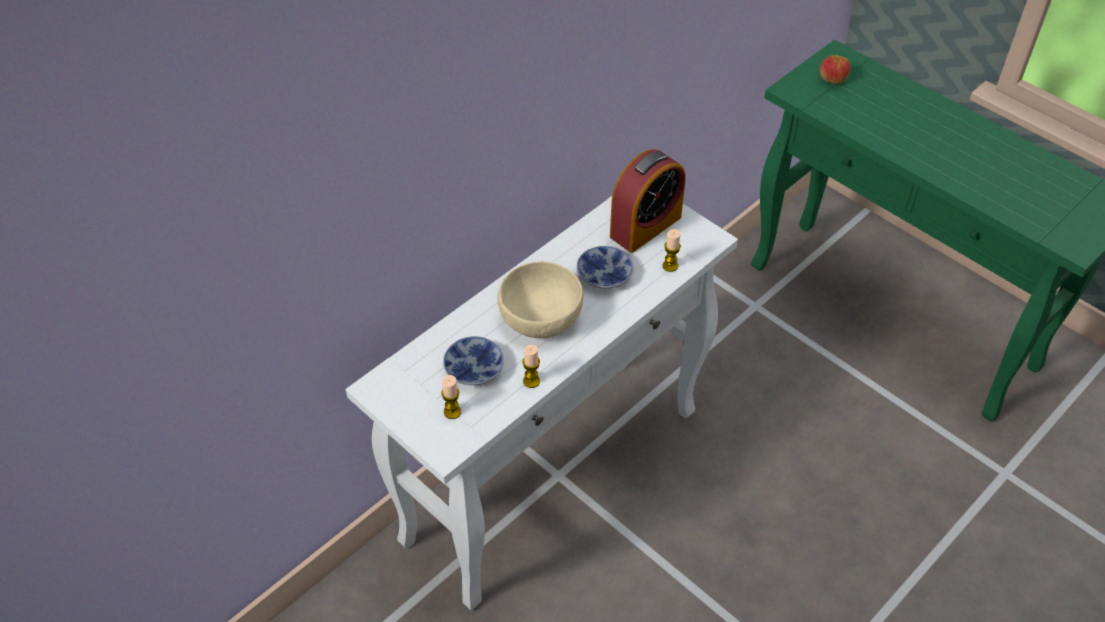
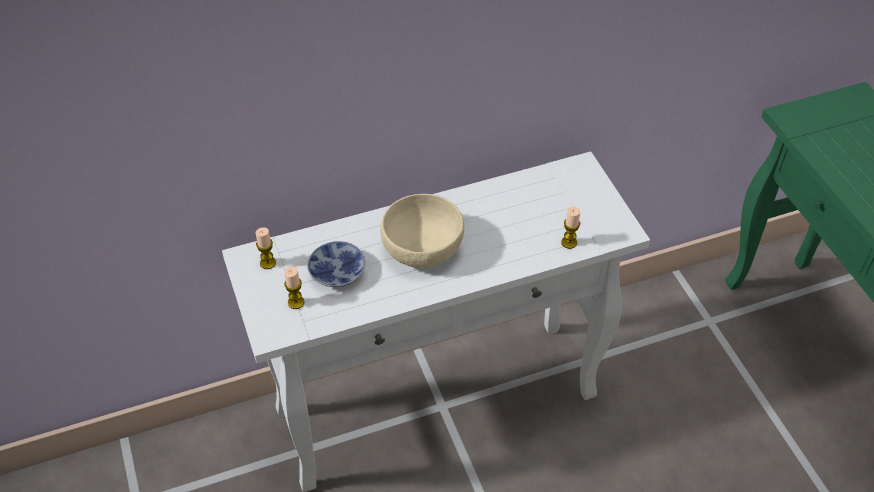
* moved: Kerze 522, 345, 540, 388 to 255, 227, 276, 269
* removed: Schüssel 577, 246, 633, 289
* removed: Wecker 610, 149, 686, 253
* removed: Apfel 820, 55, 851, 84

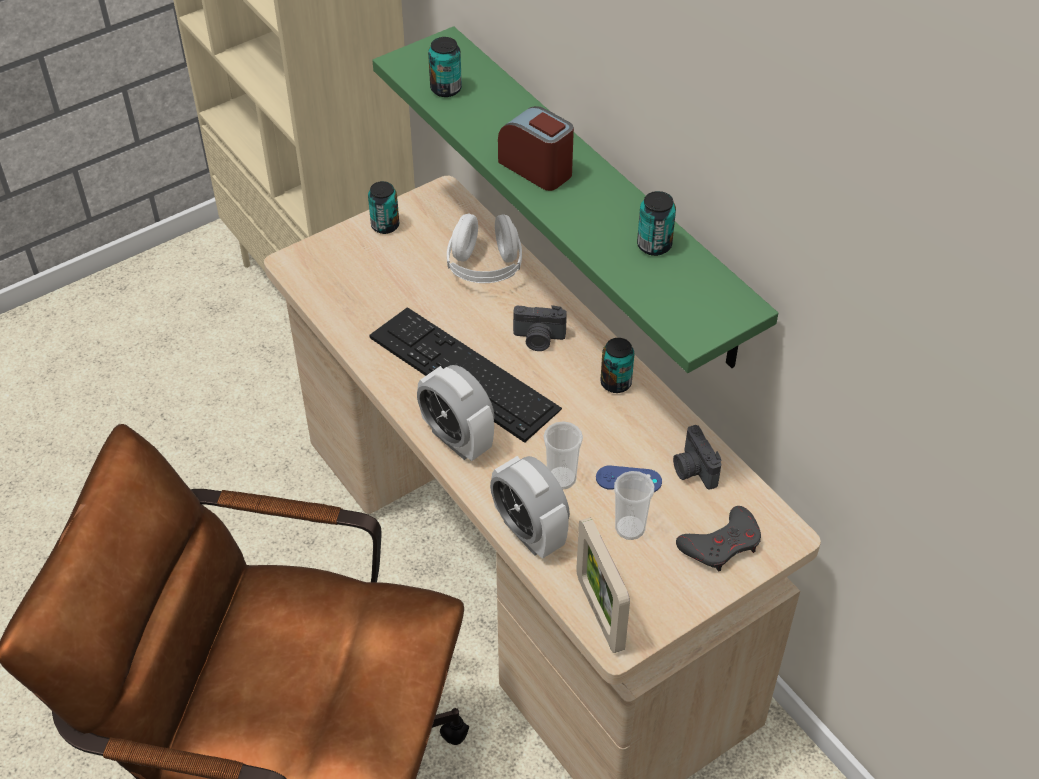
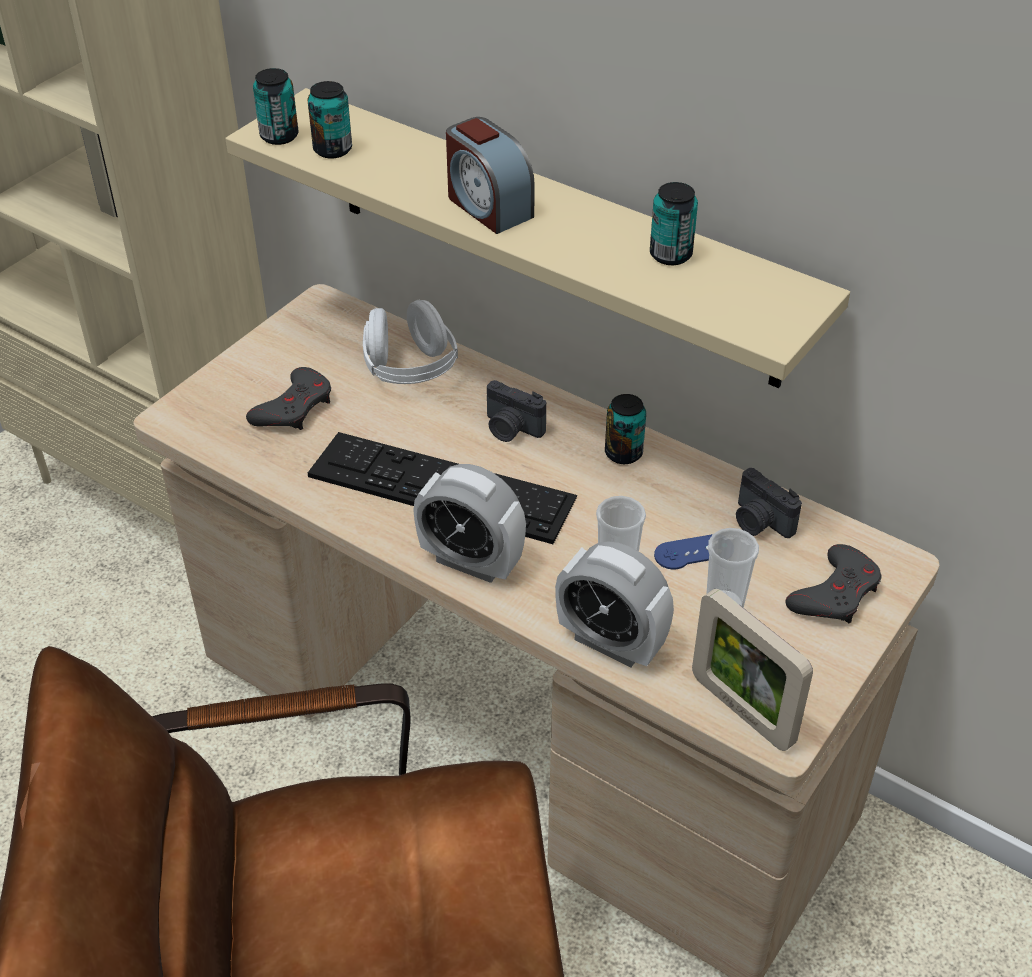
* recoloured: Wandregal (grün) 372, 26, 778, 373 to Wandregal (beige) 225, 88, 850, 388
* added: Gamepad (grau) 246, 367, 331, 430
* moved: Dose 368, 181, 399, 234 to 253, 68, 298, 145
* turned: Wecker 498, 106, 574, 191 = 446, 117, 535, 234 150 degrees counterclockwise
* turned: Kamera 513, 305, 567, 351 = 487, 380, 546, 442 45 degrees clockwise

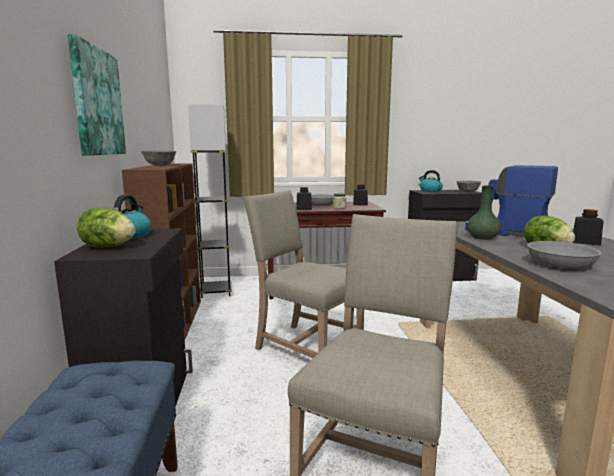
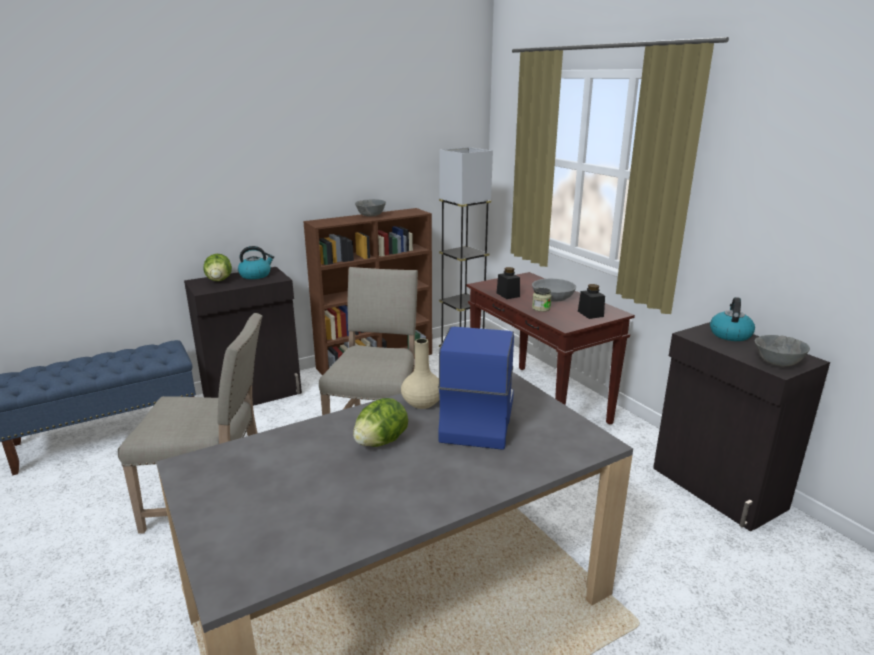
* recoloured: Vase (grün) 467, 186, 502, 240 to Vase (beige) 401, 338, 440, 409
* removed: Bild 68, 34, 126, 156
* removed: Schüssel (grau) 527, 241, 602, 271
* removed: Vorratsglas (schwarz) 573, 209, 604, 246

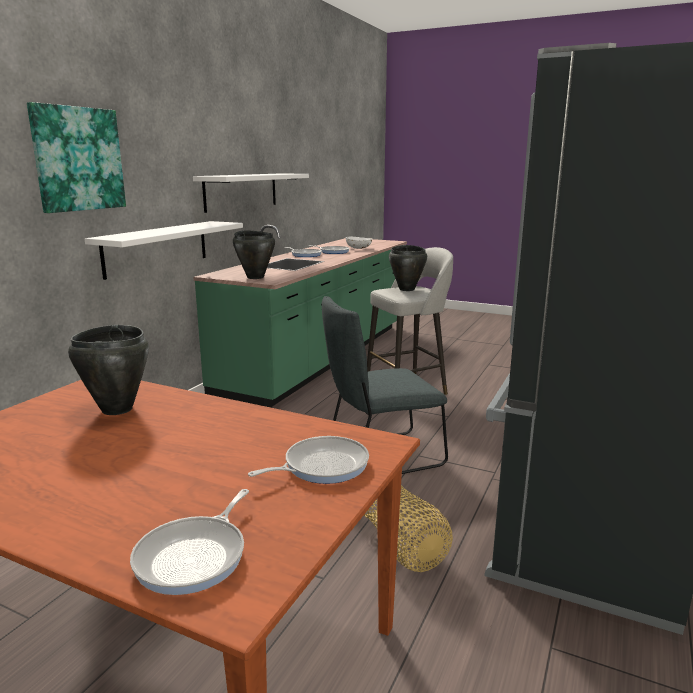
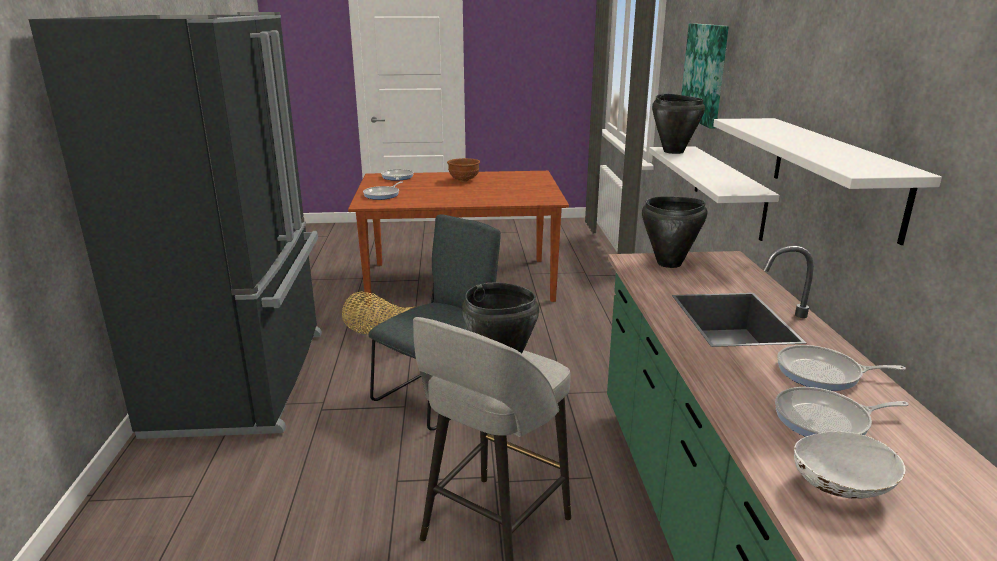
* added: Schüssel (braun) 447, 158, 480, 182
* moved: Kochtopf (schwarz) 68, 325, 149, 415 to 652, 94, 705, 154

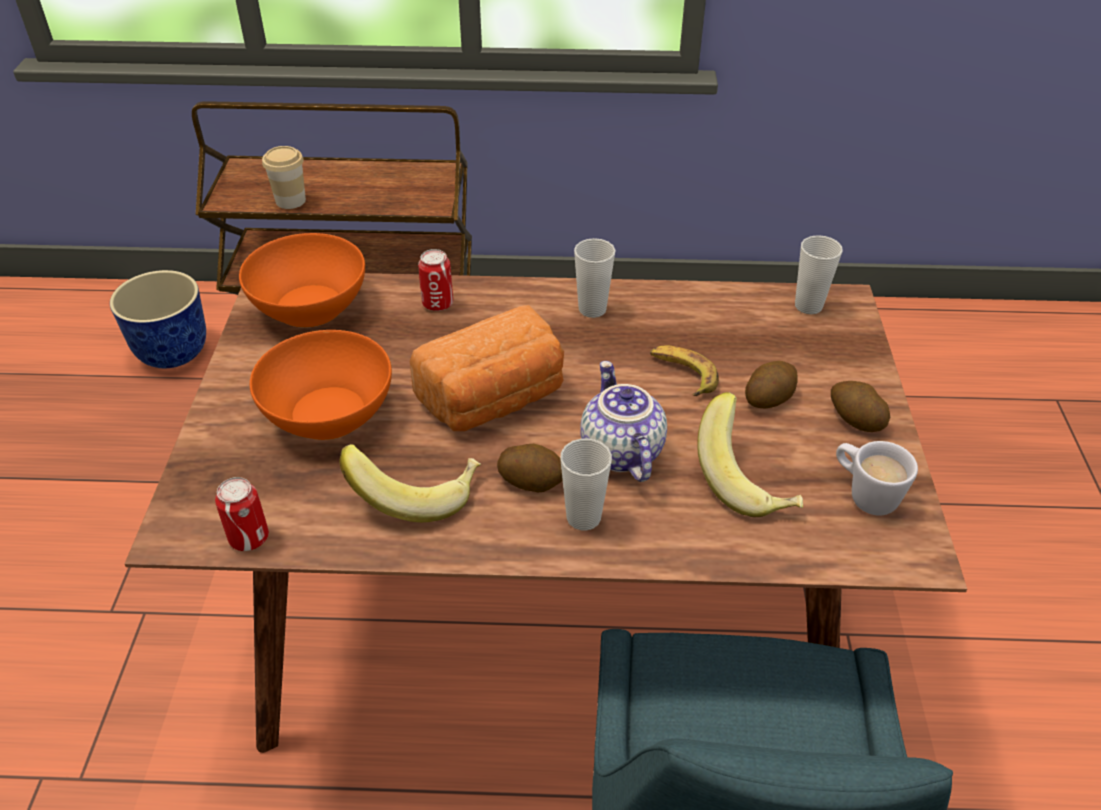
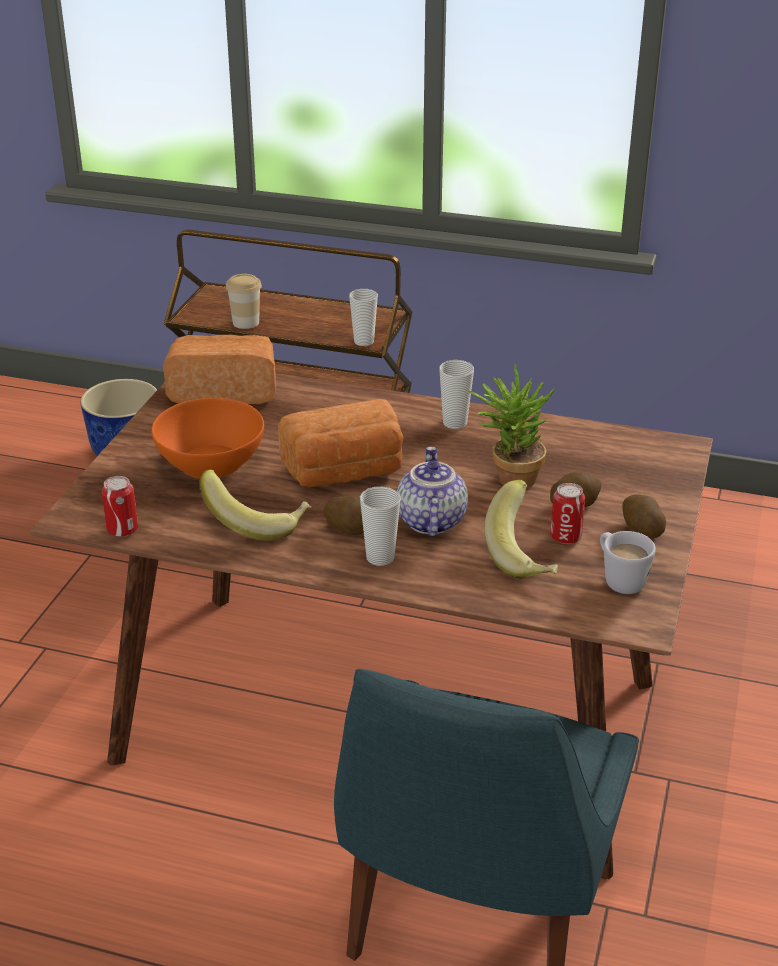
* replaced: Schüssel (orange) 239, 233, 365, 328 to Brot 163, 335, 276, 404
* moved: Tasse 795, 235, 843, 314 to 349, 289, 378, 346
* replaced: Banane 650, 346, 719, 396 to Topfpflanze 468, 364, 555, 488
* moved: Dose 418, 249, 453, 311 to 550, 483, 585, 544

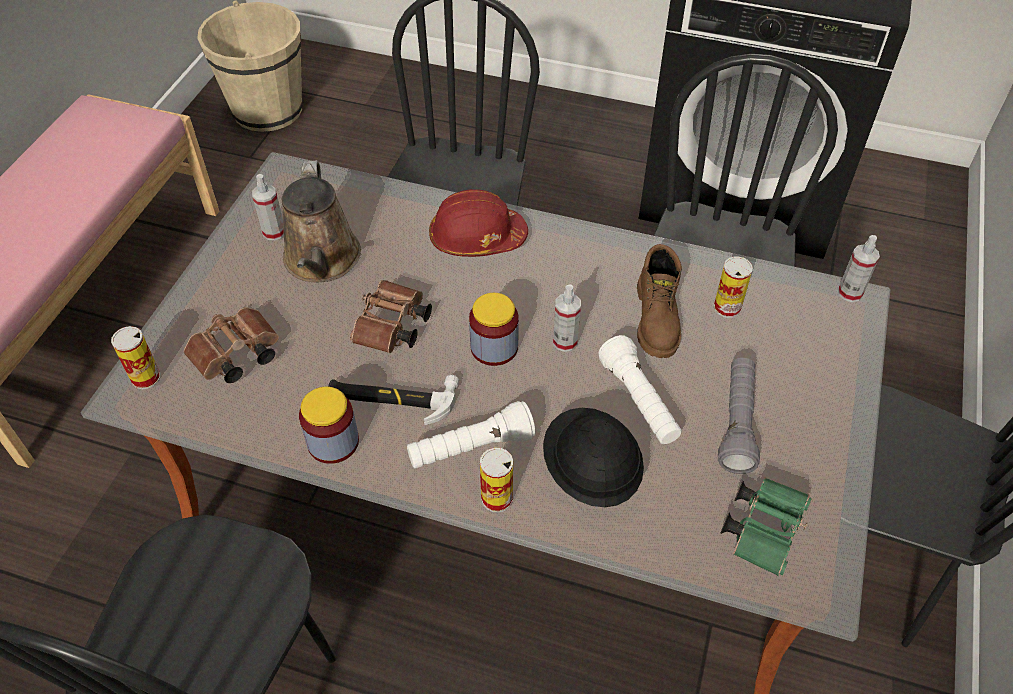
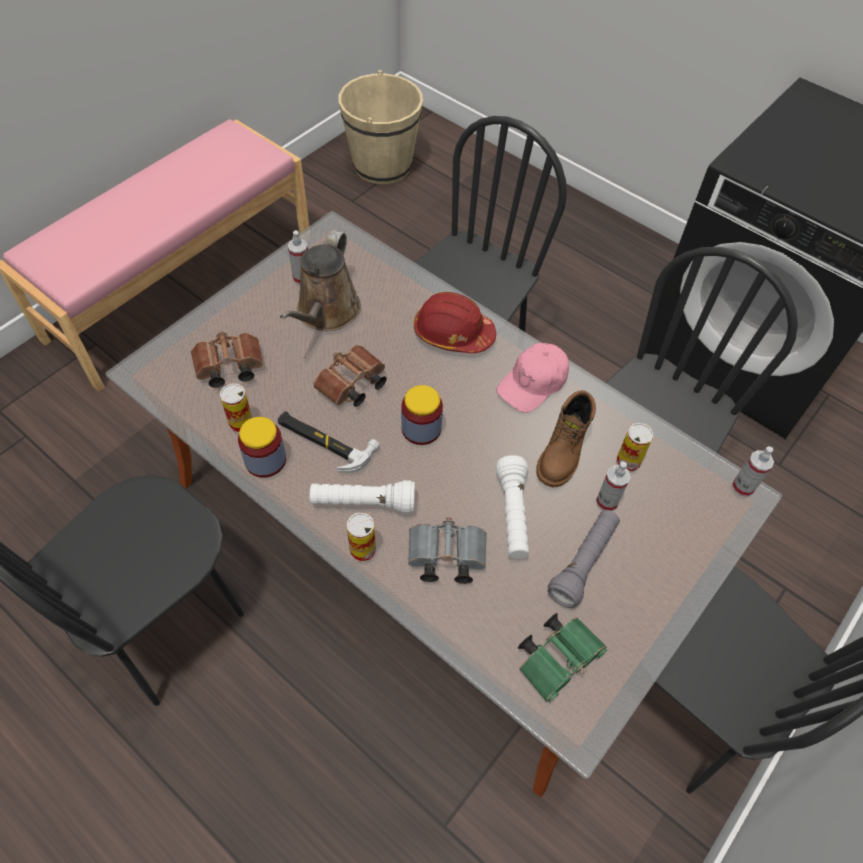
* moved: Dose 111, 326, 161, 389 to 220, 383, 252, 433
* replaced: Schutzhelm (schwarz) 543, 408, 644, 507 to Fernglas (grau) 408, 517, 487, 584
* added: Kappe (rosa) 497, 343, 569, 413
* moved: Sprühflasche 553, 284, 581, 352 to 596, 462, 631, 511

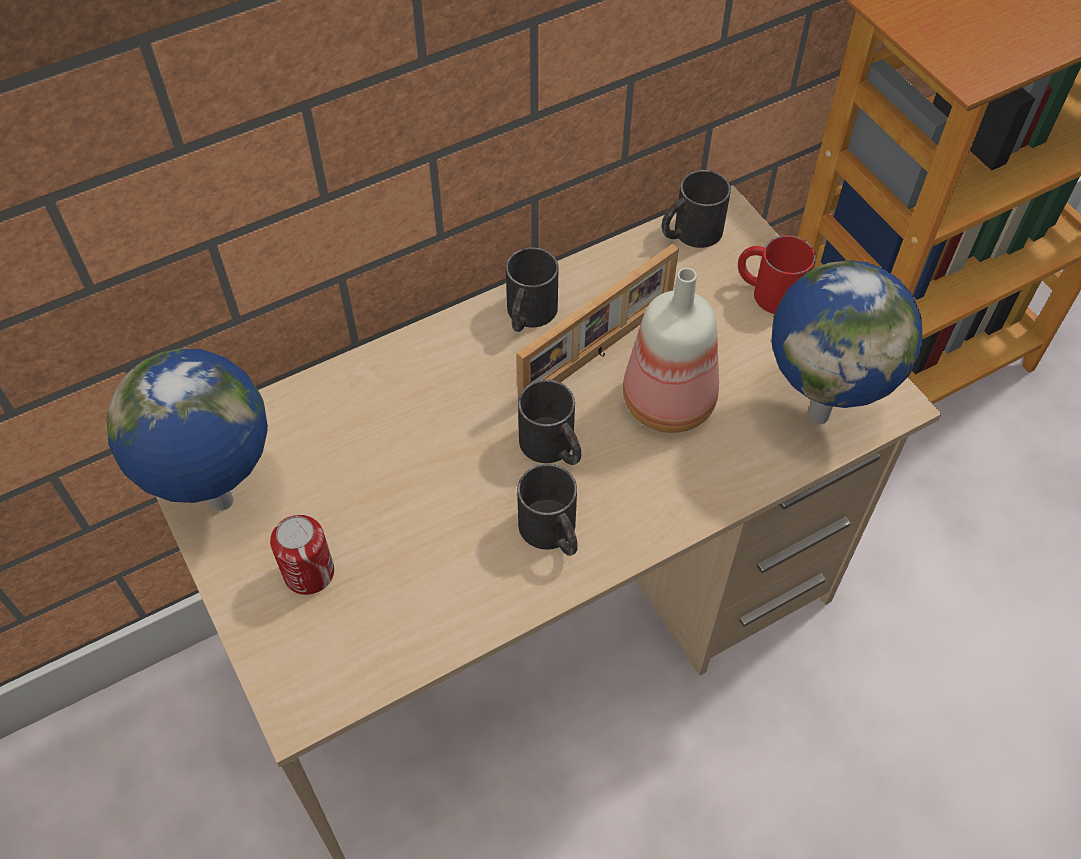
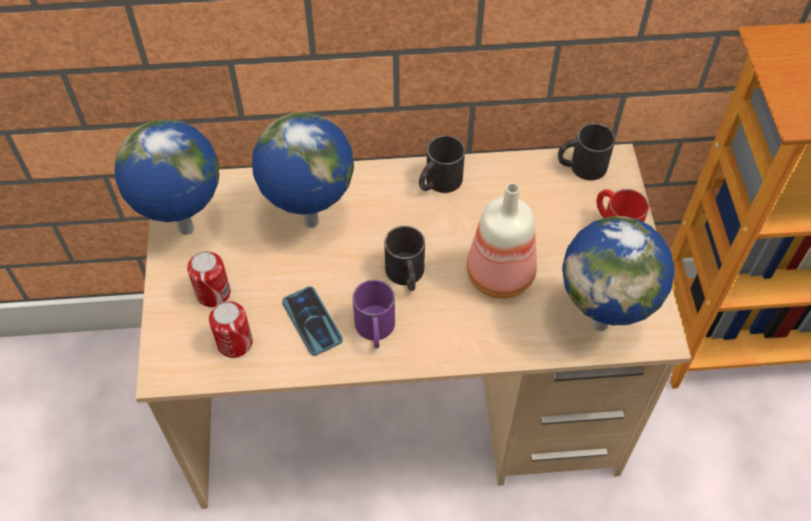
* added: Dose 209, 301, 253, 358
* added: Globus 252, 112, 354, 228
* added: Handy 282, 286, 343, 356
* recoloured: Henkelbecher (schwarz) 517, 464, 578, 556 to Henkelbecher (lila) 353, 280, 395, 348
* removed: Bilderrahmen 517, 244, 679, 399

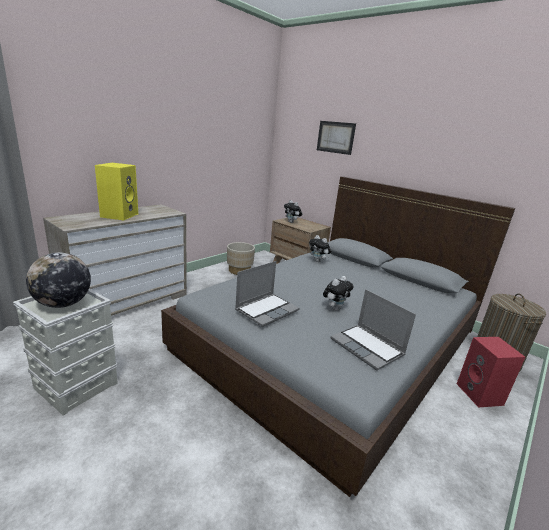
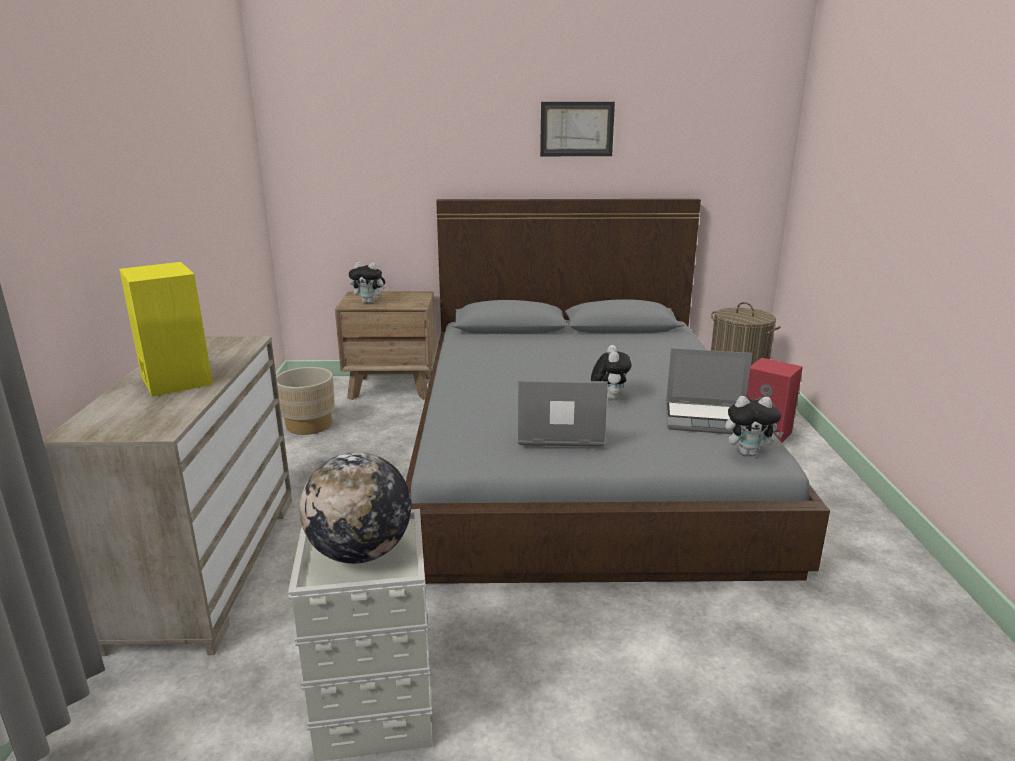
* turned: Laptop 235, 261, 299, 327 = 518, 380, 608, 447 90 degrees counterclockwise
* moved: Bild 317, 121, 356, 155 to 540, 102, 615, 156
* moved: Plüschtier 309, 235, 331, 262 to 725, 396, 784, 456

